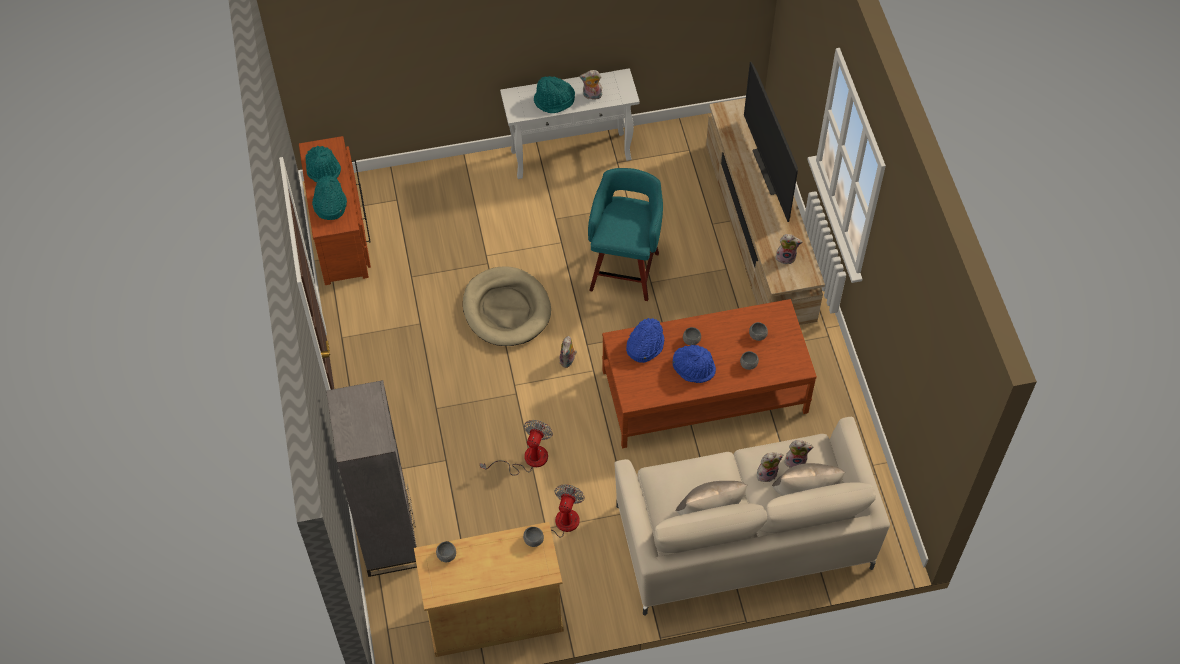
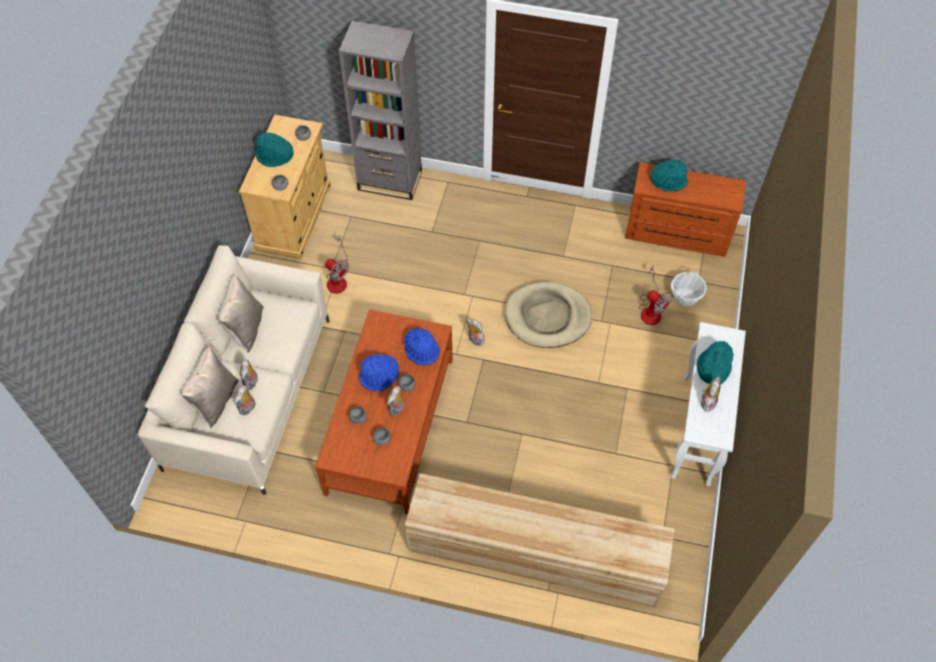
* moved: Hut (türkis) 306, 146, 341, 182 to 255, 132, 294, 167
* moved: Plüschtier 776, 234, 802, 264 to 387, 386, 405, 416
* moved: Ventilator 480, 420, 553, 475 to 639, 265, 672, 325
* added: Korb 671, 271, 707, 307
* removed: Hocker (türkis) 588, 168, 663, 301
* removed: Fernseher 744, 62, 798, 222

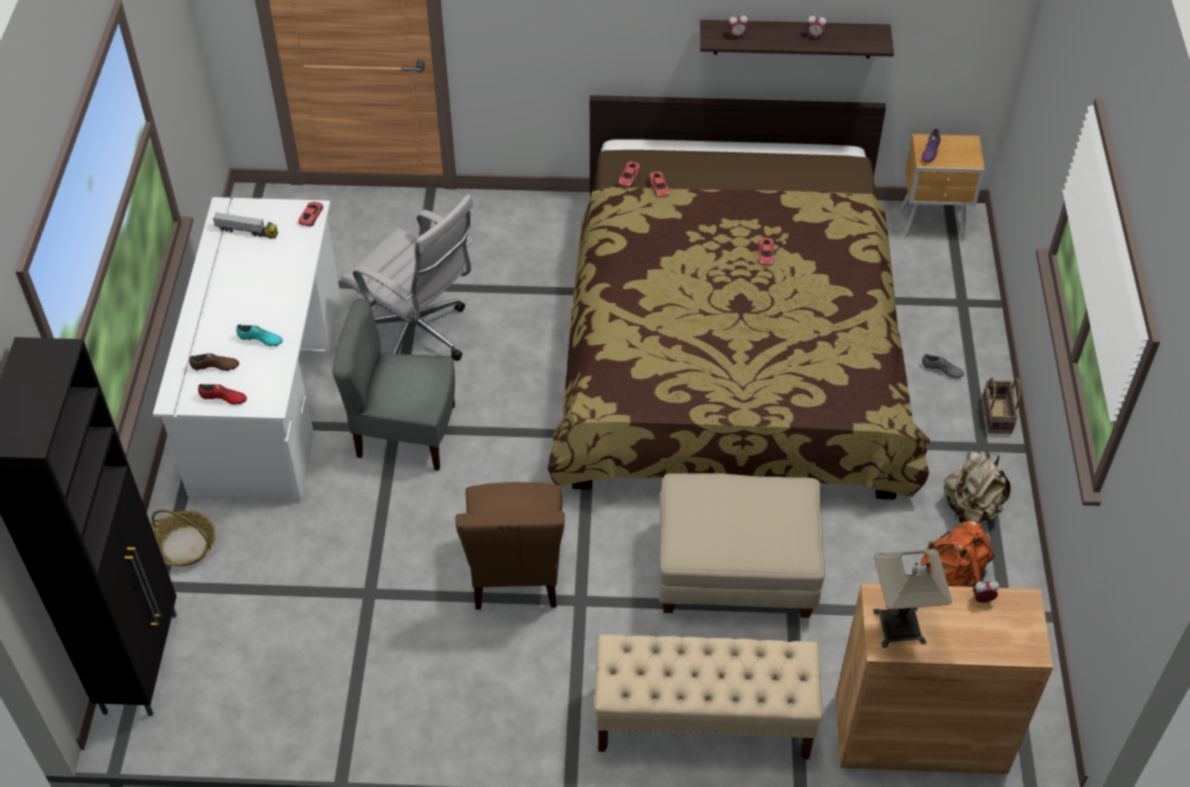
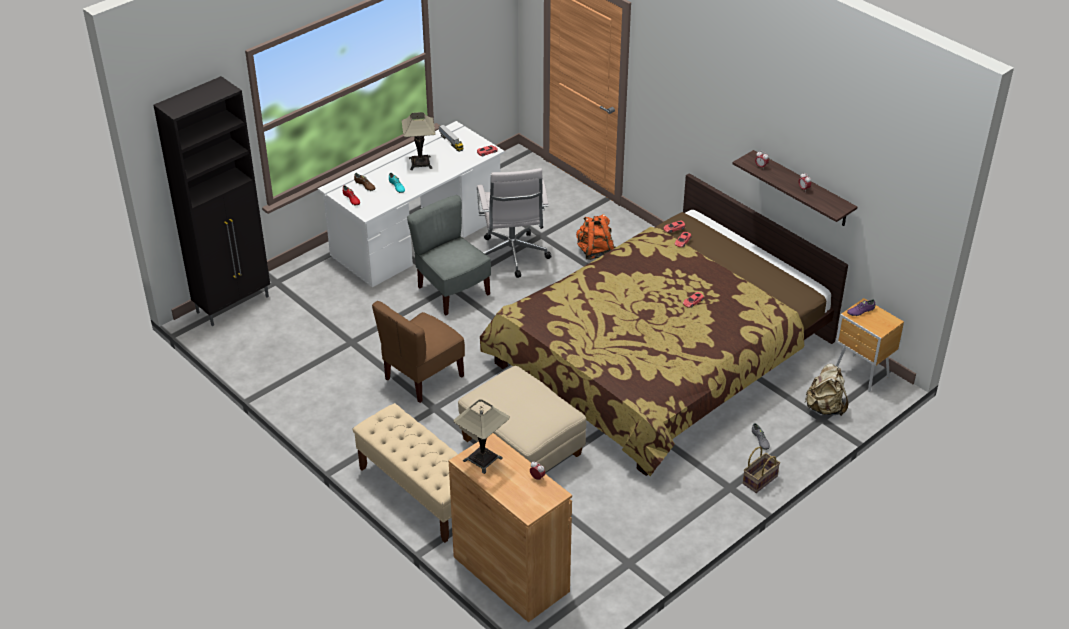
* added: Tischlampe 402, 112, 436, 170
* moved: Rucksack (orange) 921, 520, 994, 587 to 576, 214, 616, 260
* moved: Rucksack (beige) 944, 451, 1011, 523 to 805, 364, 848, 416
* removed: Korb 151, 510, 216, 566

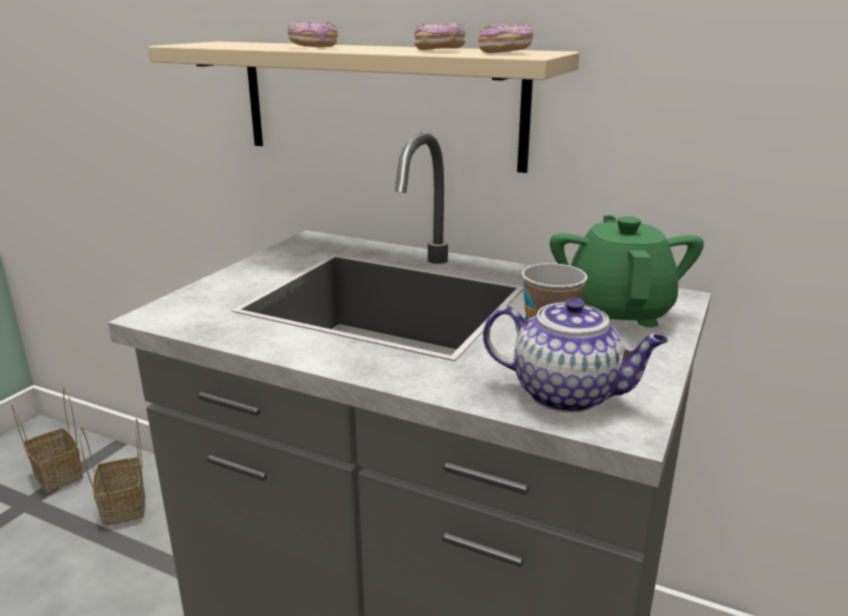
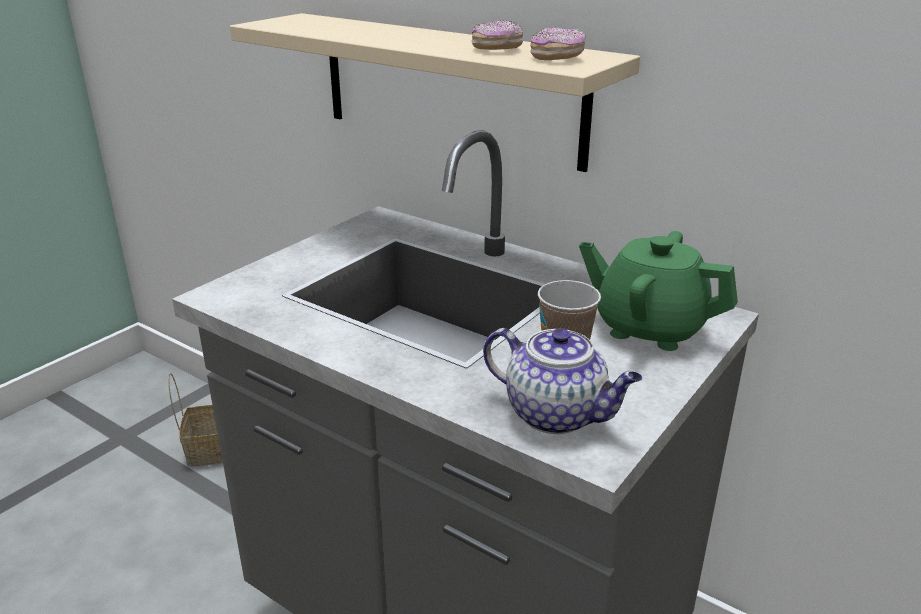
* turned: Teekanne (grün) 550, 215, 704, 327 = 579, 231, 738, 351 75 degrees counterclockwise
* removed: Korb 12, 387, 83, 492
* removed: Donut 288, 21, 338, 47

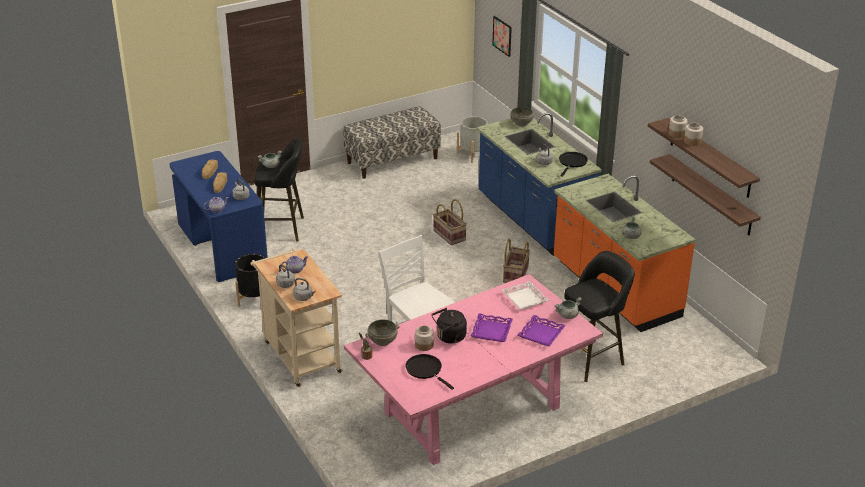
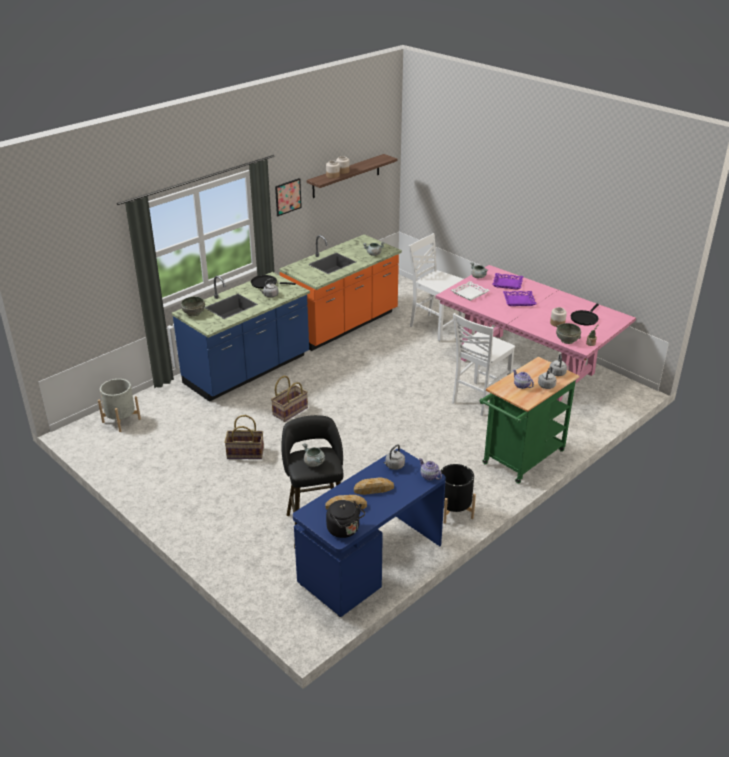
* moved: Korb 503, 239, 530, 283 to 224, 415, 264, 459
* moved: Bild 492, 16, 512, 57 to 275, 178, 302, 216
* moved: Wasserkessel (schwarz) 432, 308, 467, 344 to 326, 500, 365, 538
* replaced: Hocker (schwarz) 564, 251, 635, 382 to Stuhl (weiß) 408, 233, 463, 341
* recoloured: Rollwagen (beige) 250, 248, 343, 388 to Rollwagen (grün) 480, 357, 579, 484
* removed: Bank 343, 106, 441, 179
* removed: Wandregal 650, 154, 761, 235

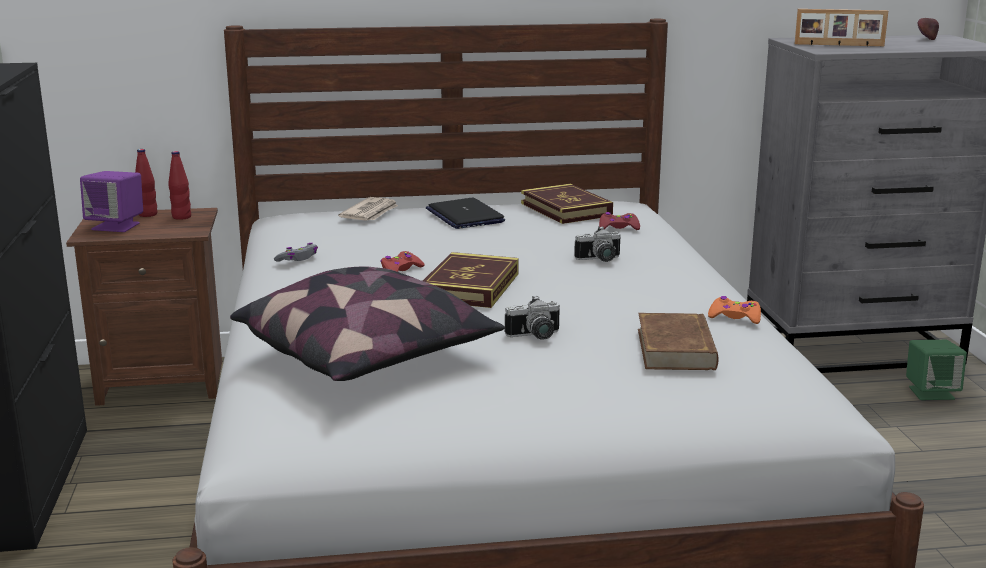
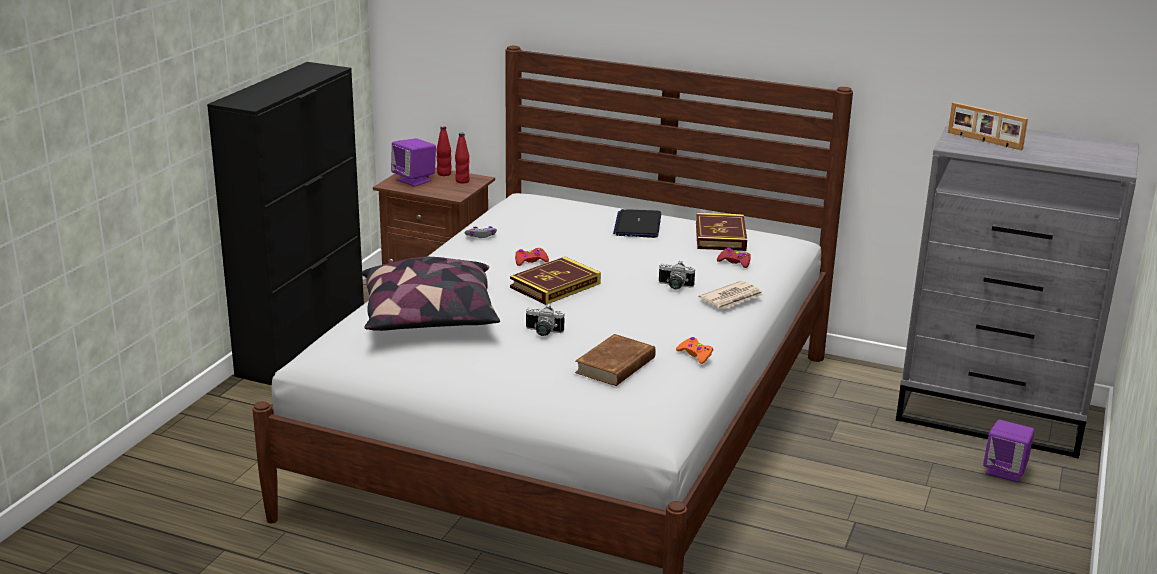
* moved: Zeitung 338, 197, 398, 221 to 699, 281, 763, 309
* recoloured: Lautsprecher (grün) 906, 340, 967, 400 to Lautsprecher (lila) 983, 420, 1035, 482
* removed: Apfel 918, 18, 939, 40

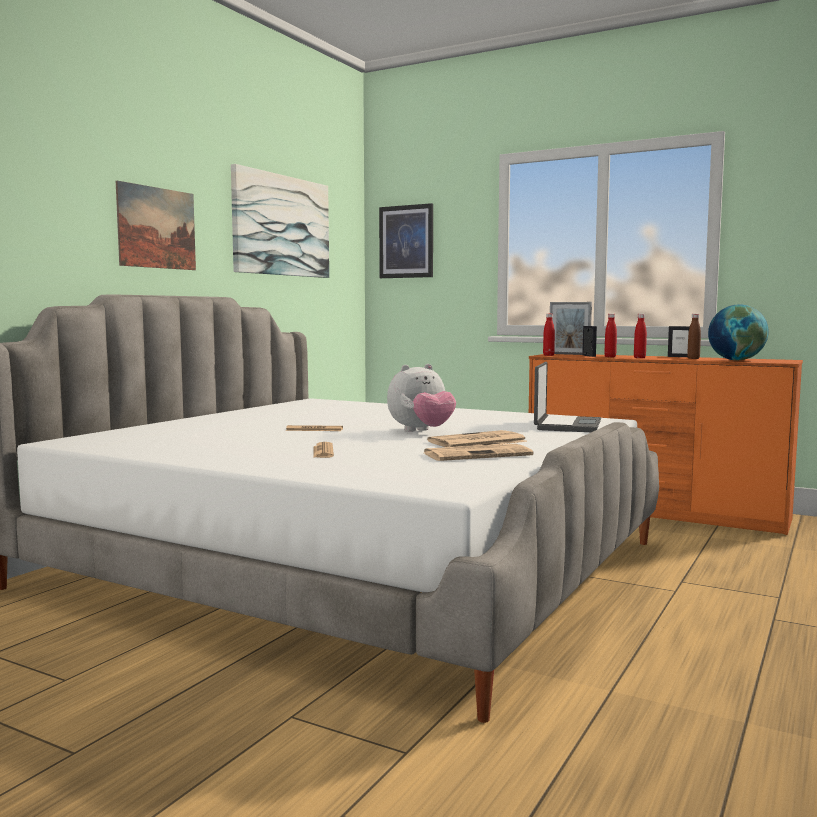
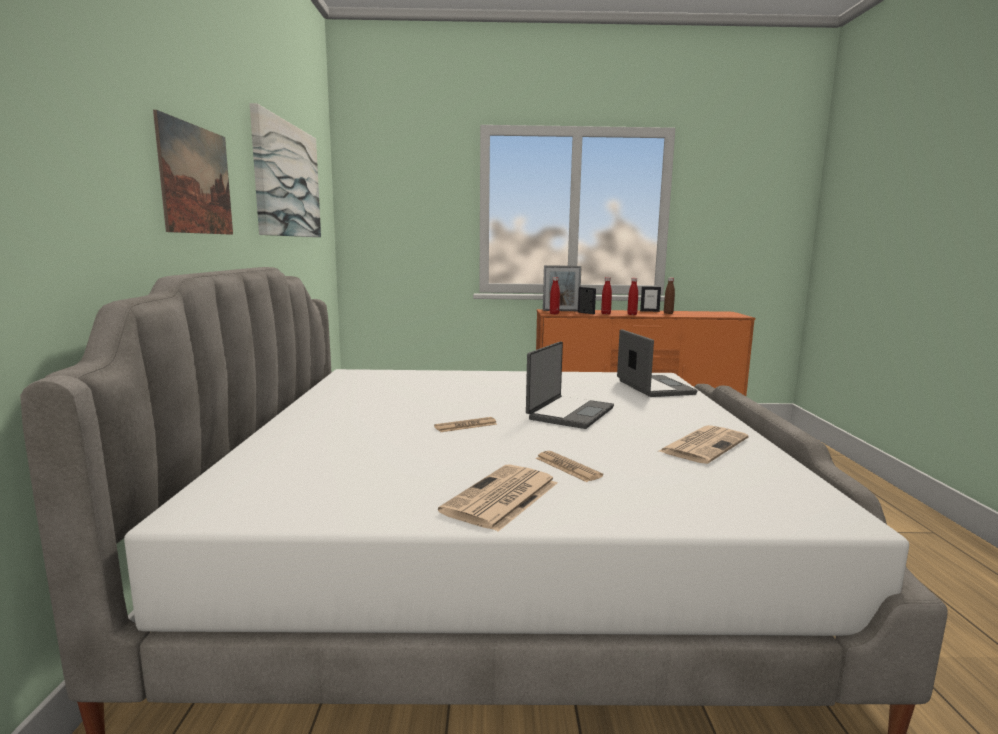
* moved: Zeitung 427, 430, 528, 447 to 438, 464, 557, 531
* replaced: Plüschtier 387, 364, 456, 432 to Laptop 526, 341, 614, 429
* removed: Bild 379, 203, 433, 278
* removed: Globus 708, 304, 769, 360

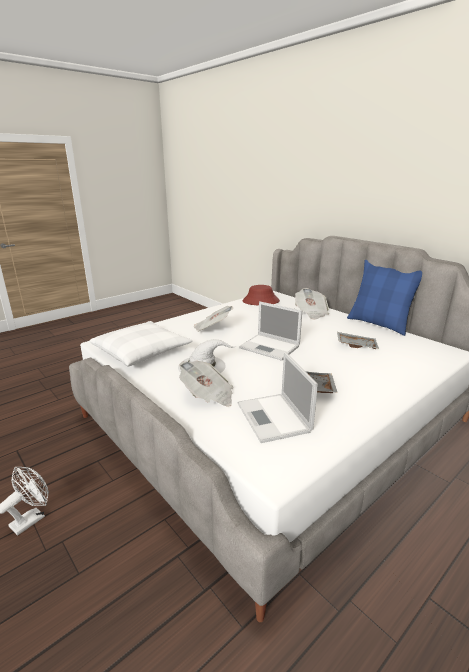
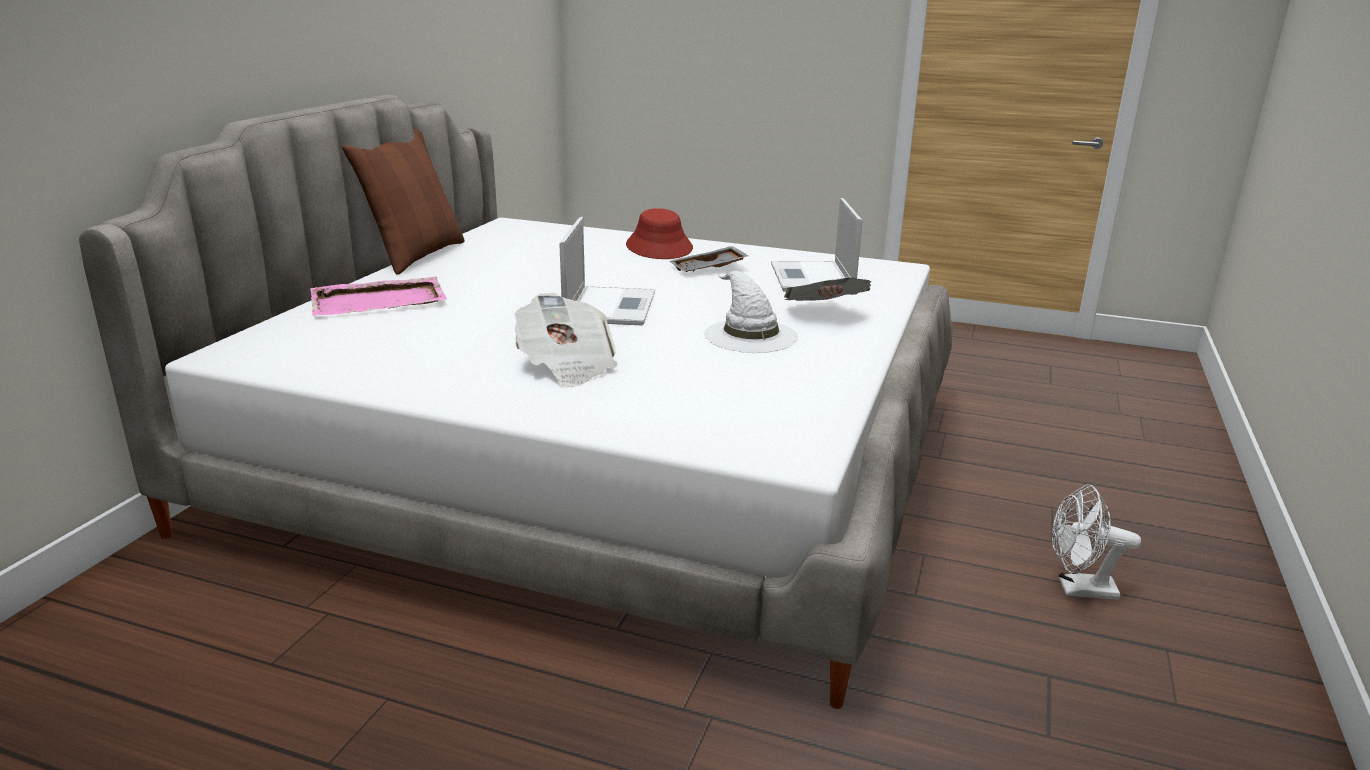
* replaced: Zeitung 295, 288, 329, 320 to Tablett (rosa) 310, 277, 447, 316
* recoloured: Kissen (blau) 347, 260, 422, 336 to Kissen (braun) 342, 129, 465, 275
* moved: Hut (rot) 243, 285, 280, 305 to 626, 208, 693, 259
* turned: Laptop 237, 352, 318, 443 = 771, 198, 863, 292 135 degrees clockwise
* removed: Kissen (weiß) 90, 321, 192, 366
* removed: Tablett (grau) 337, 332, 379, 349

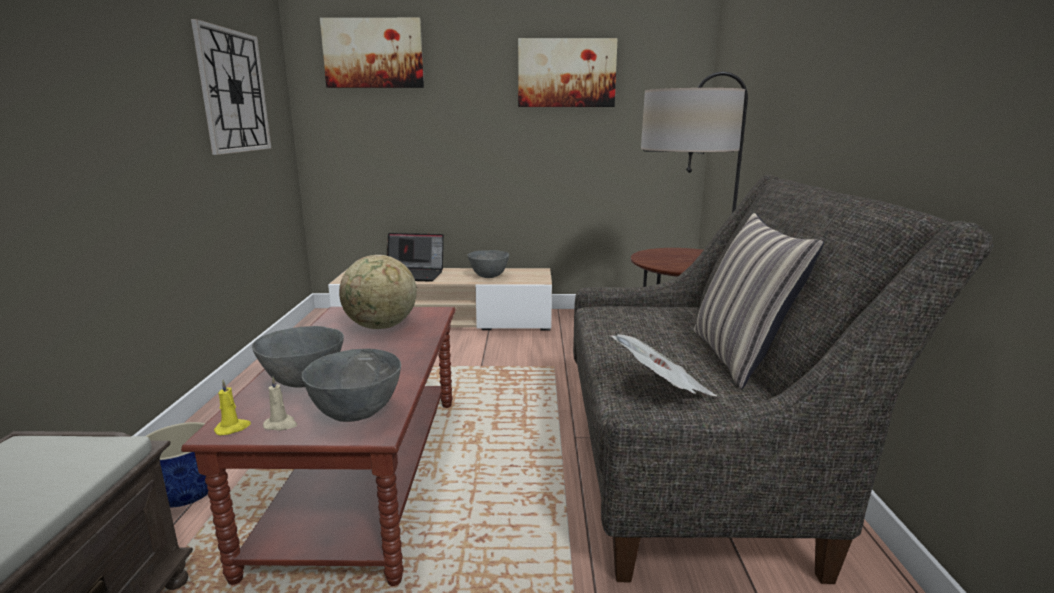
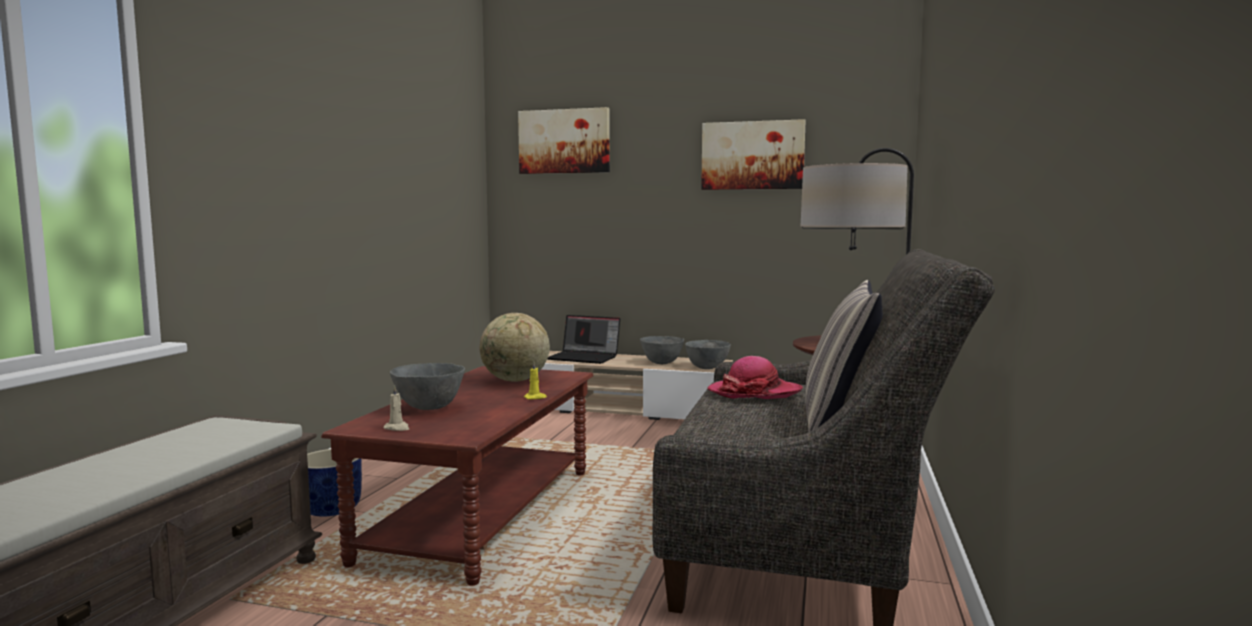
* moved: Kerze (gelb) 214, 380, 251, 435 to 524, 362, 547, 399
* moved: Schüssel (grau) 301, 349, 401, 422 to 685, 340, 731, 369
* added: Hut 707, 356, 803, 399
* removed: Wanduhr 191, 19, 272, 155
* removed: Zeitung 610, 334, 717, 396

